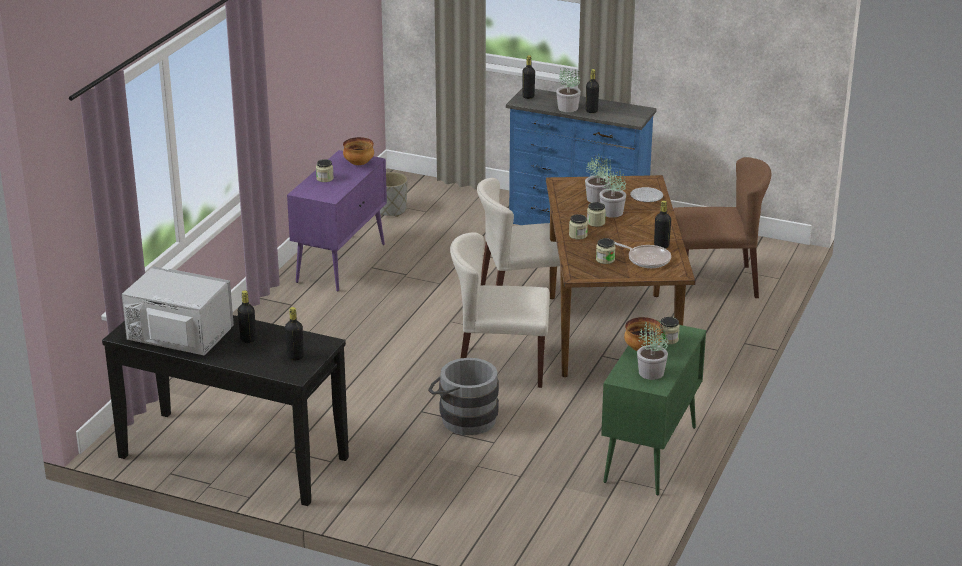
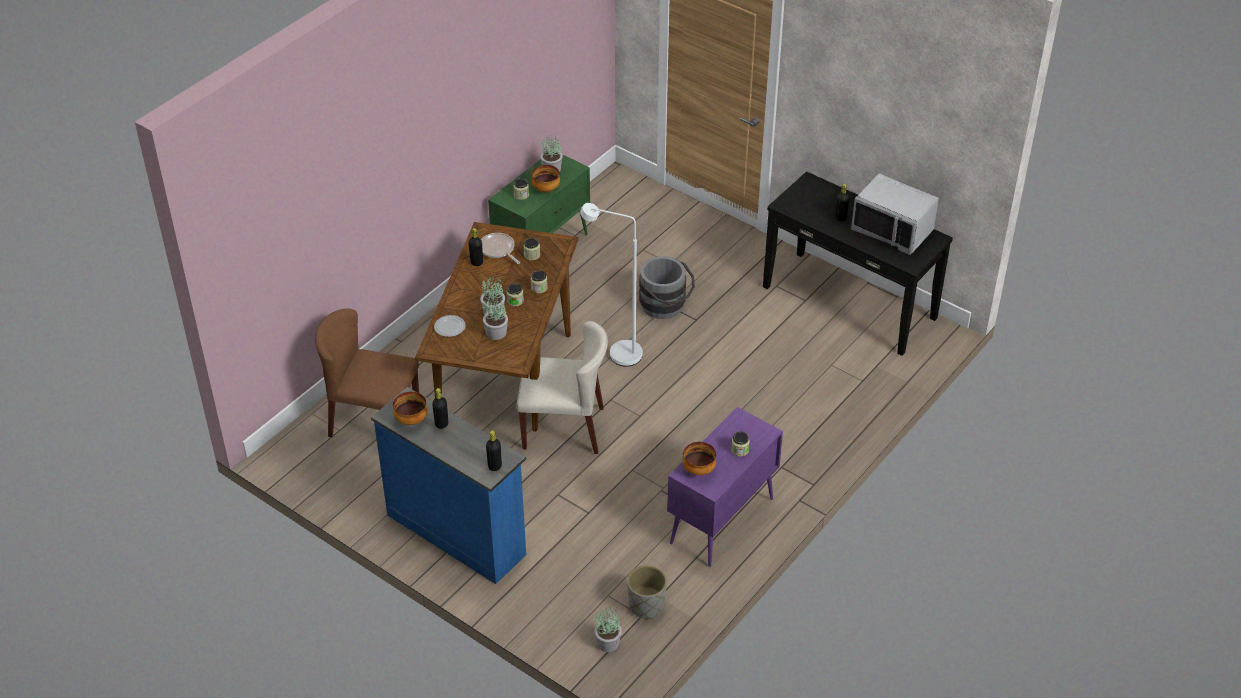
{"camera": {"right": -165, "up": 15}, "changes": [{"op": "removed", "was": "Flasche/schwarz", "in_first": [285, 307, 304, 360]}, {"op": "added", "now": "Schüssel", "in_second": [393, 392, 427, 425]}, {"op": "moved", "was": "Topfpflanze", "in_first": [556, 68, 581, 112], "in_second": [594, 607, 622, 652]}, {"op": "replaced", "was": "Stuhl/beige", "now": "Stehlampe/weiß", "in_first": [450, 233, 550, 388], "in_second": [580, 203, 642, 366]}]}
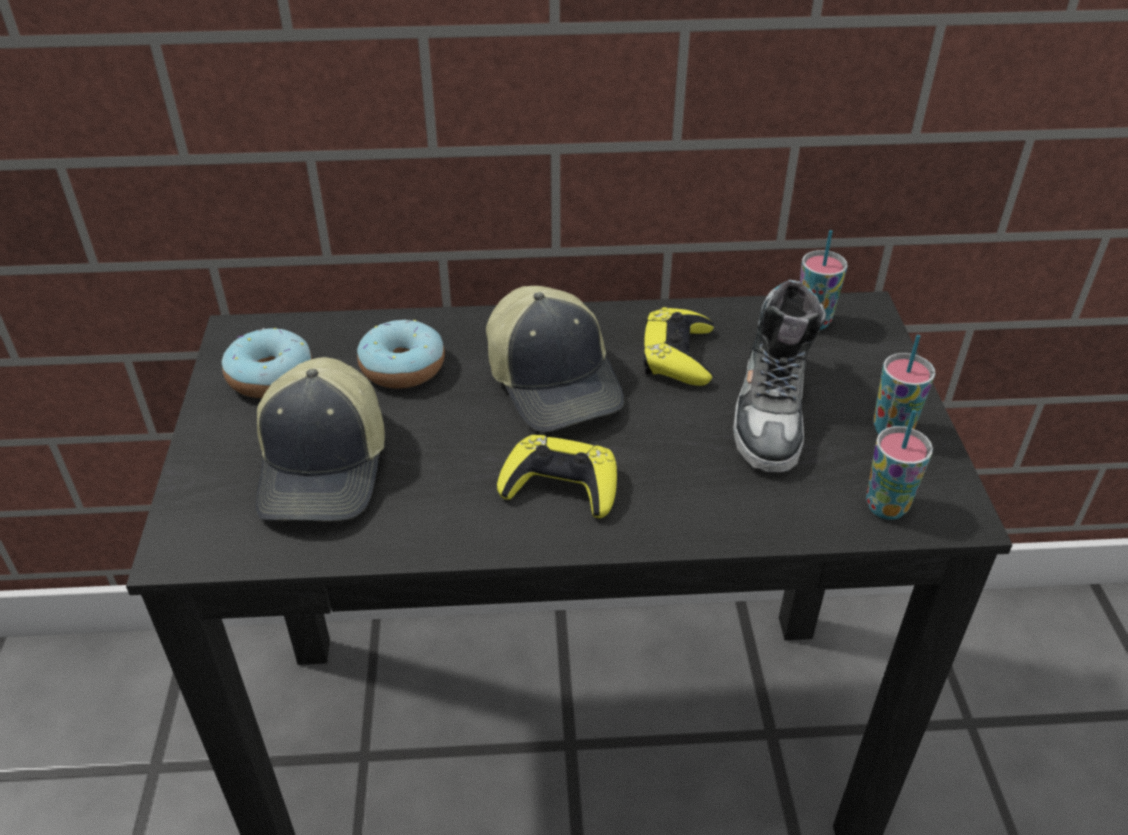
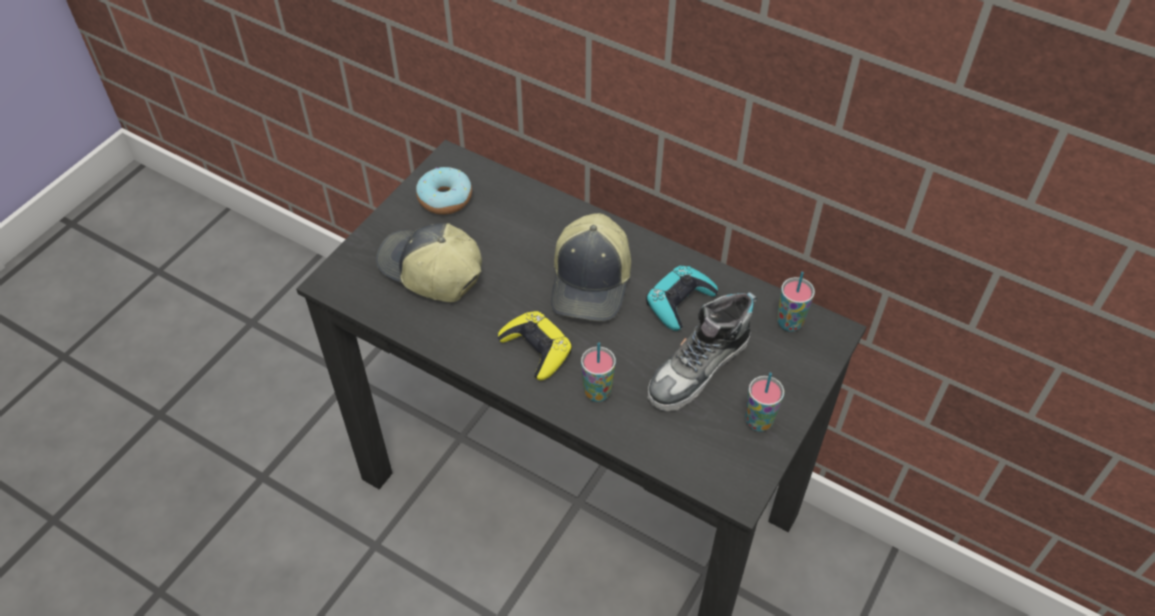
{"camera": {"right": 35, "up": 10}, "changes": [{"op": "removed", "was": "Donut", "in_first": [357, 320, 445, 389]}, {"op": "moved", "was": "Tasse", "in_first": [866, 410, 933, 520], "in_second": [581, 343, 616, 402]}, {"op": "recoloured", "was": "Gamepad/gelb", "now": "Gamepad/türkis", "in_first": [643, 307, 714, 386], "in_second": [646, 266, 718, 331]}, {"op": "turned", "was": "Kappe", "in_first": [255, 357, 385, 522], "in_second": [376, 223, 482, 302], "clockwise": 90}]}
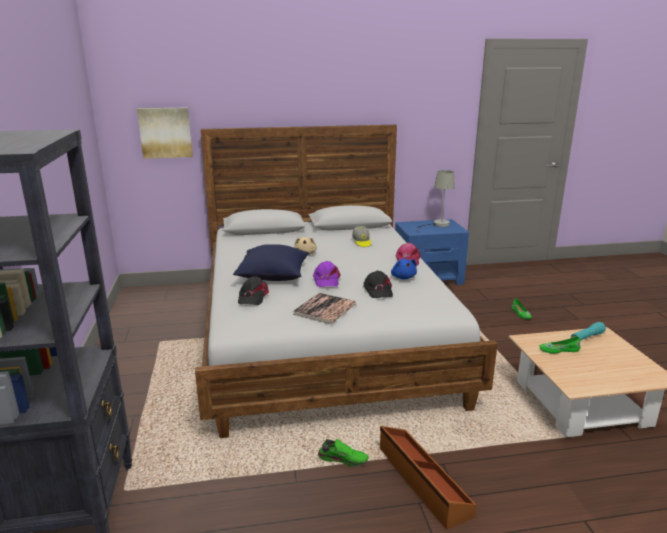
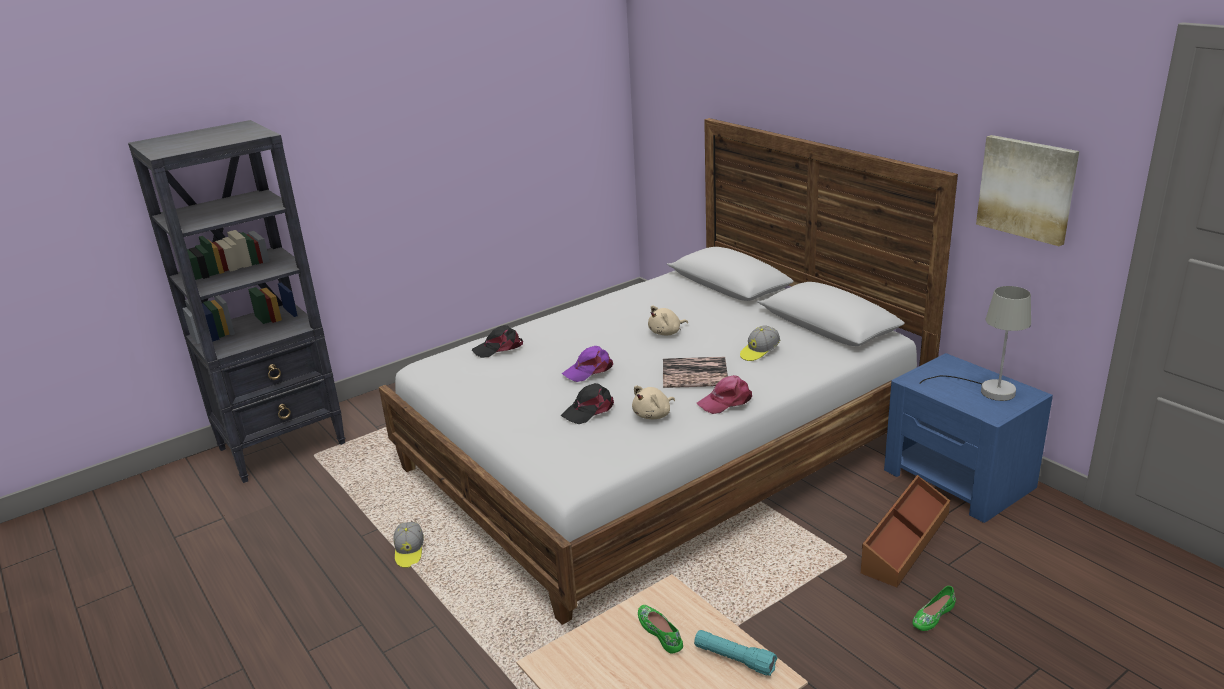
{"camera": {"right": 65, "up": 5}, "changes": [{"op": "removed", "was": "Kissen/blau", "in_first": [233, 244, 309, 281]}, {"op": "moved", "was": "Bild", "in_first": [137, 107, 193, 159], "in_second": [976, 135, 1079, 246]}, {"op": "moved", "was": "Buch", "in_first": [293, 293, 356, 324], "in_second": [663, 357, 728, 388]}, {"op": "moved", "was": "Aufbewahrungsbox/braun", "in_first": [380, 426, 476, 530], "in_second": [861, 475, 950, 587]}, {"op": "replaced", "was": "Schuh/grün", "now": "Kappe", "in_first": [318, 439, 369, 467], "in_second": [394, 522, 424, 568]}, {"op": "recoloured", "was": "Plüschtier/blau", "now": "Plüschtier/beige", "in_first": [391, 259, 417, 279], "in_second": [632, 386, 675, 419]}]}
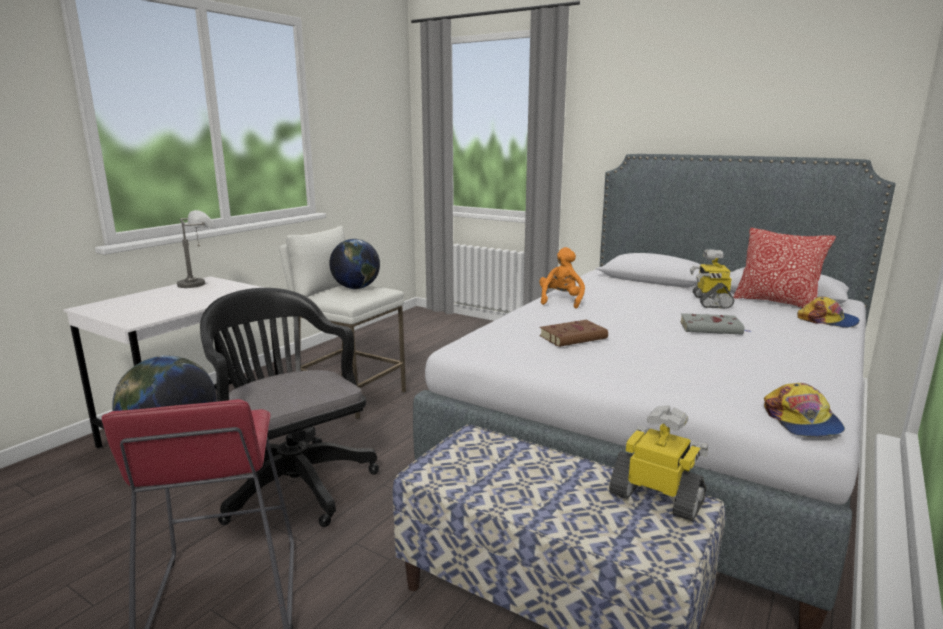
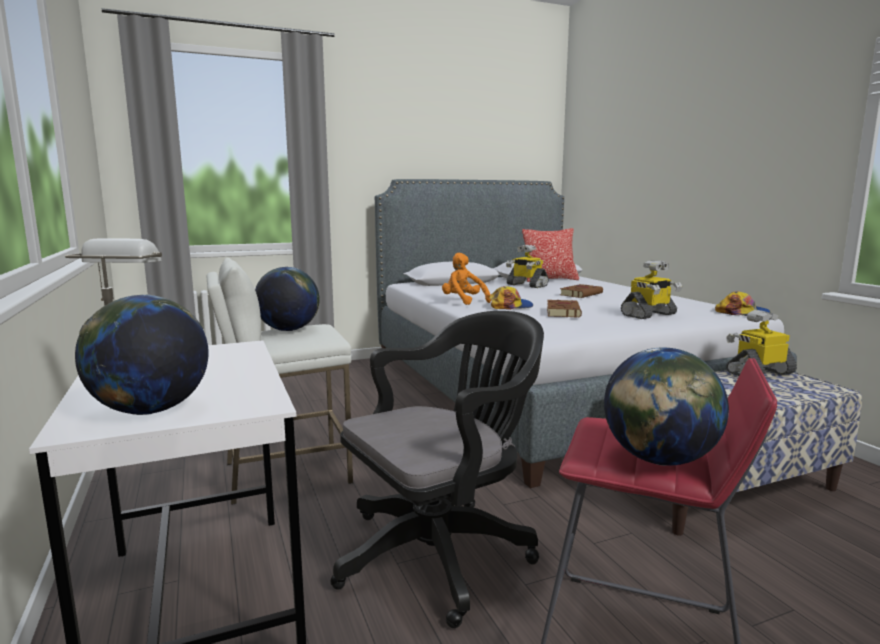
{"camera": {"right": -55, "up": -5}, "changes": [{"op": "added", "now": "Globus", "in_second": [75, 294, 209, 415]}, {"op": "added", "now": "Spielzeugroboter", "in_second": [621, 260, 683, 319]}, {"op": "moved", "was": "Kappe", "in_first": [797, 297, 860, 328], "in_second": [489, 286, 533, 310]}, {"op": "recoloured", "was": "Buch/grau", "now": "Buch/braun", "in_first": [680, 313, 751, 335], "in_second": [560, 284, 603, 298]}, {"op": "turned", "was": "Bürostuhl/schwarz", "in_first": [200, 288, 379, 527], "in_second": [331, 311, 544, 628], "clockwise": 150}]}
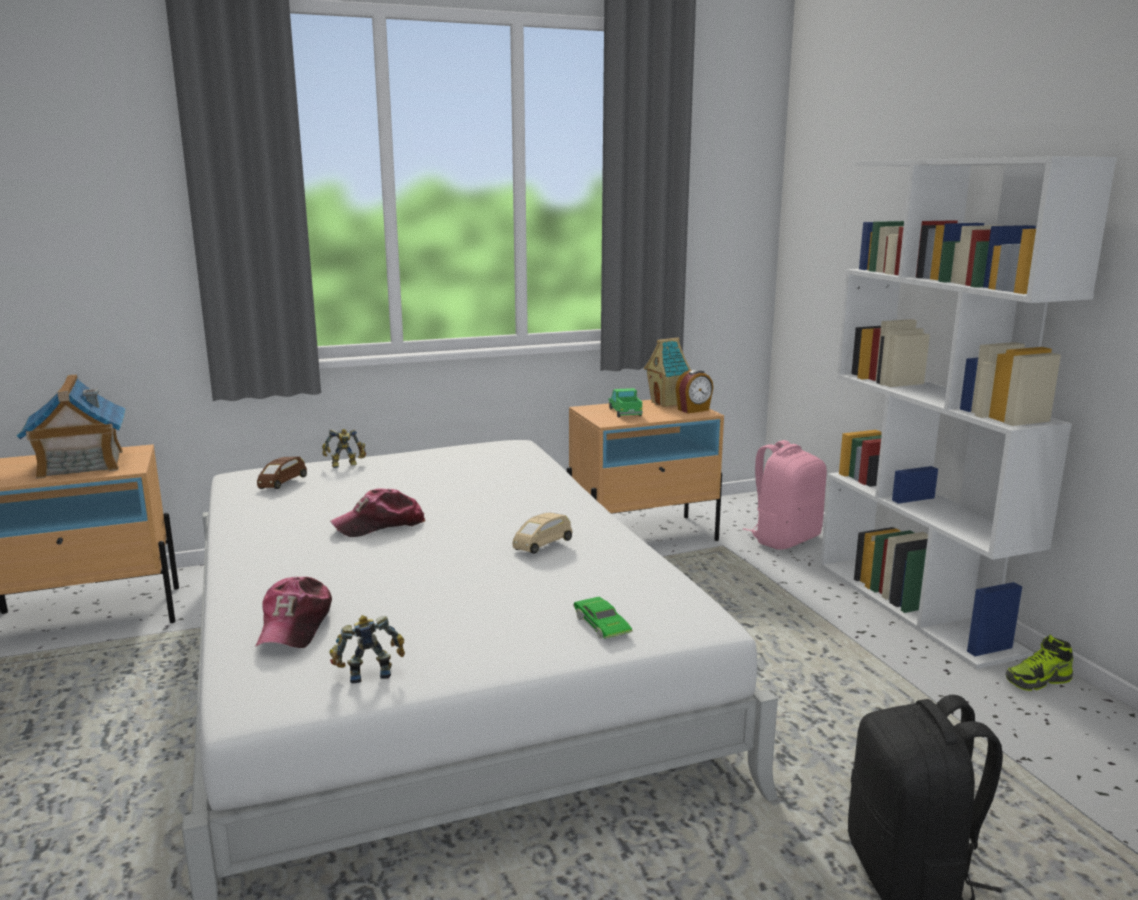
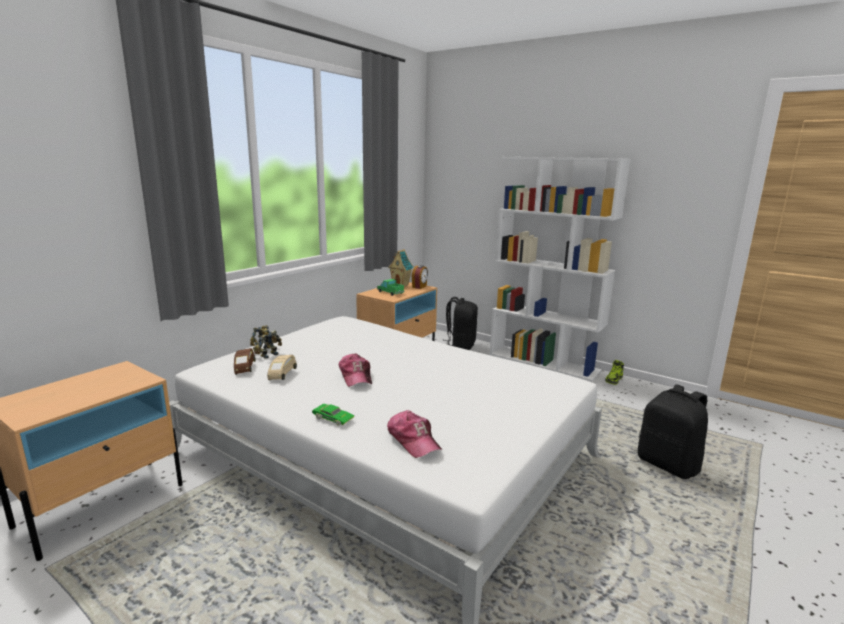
{"camera": {"right": -35, "up": 0}, "changes": [{"op": "removed", "was": "Spielzeughaus", "in_first": [16, 375, 126, 479]}, {"op": "moved", "was": "Spielzeugroboter", "in_first": [329, 615, 405, 683], "in_second": [253, 330, 282, 359]}, {"op": "moved", "was": "Spielzeugauto/beige", "in_first": [513, 512, 573, 554], "in_second": [267, 355, 297, 380]}, {"op": "moved", "was": "Spielzeugauto/grün", "in_first": [573, 597, 633, 639], "in_second": [312, 404, 355, 426]}, {"op": "recoloured", "was": "Rucksack/rosa", "now": "Rucksack/schwarz", "in_first": [743, 440, 827, 550], "in_second": [444, 297, 478, 350]}, {"op": "turned", "was": "Kappe", "in_first": [330, 488, 425, 537], "in_second": [339, 353, 372, 387], "clockwise": -45}]}
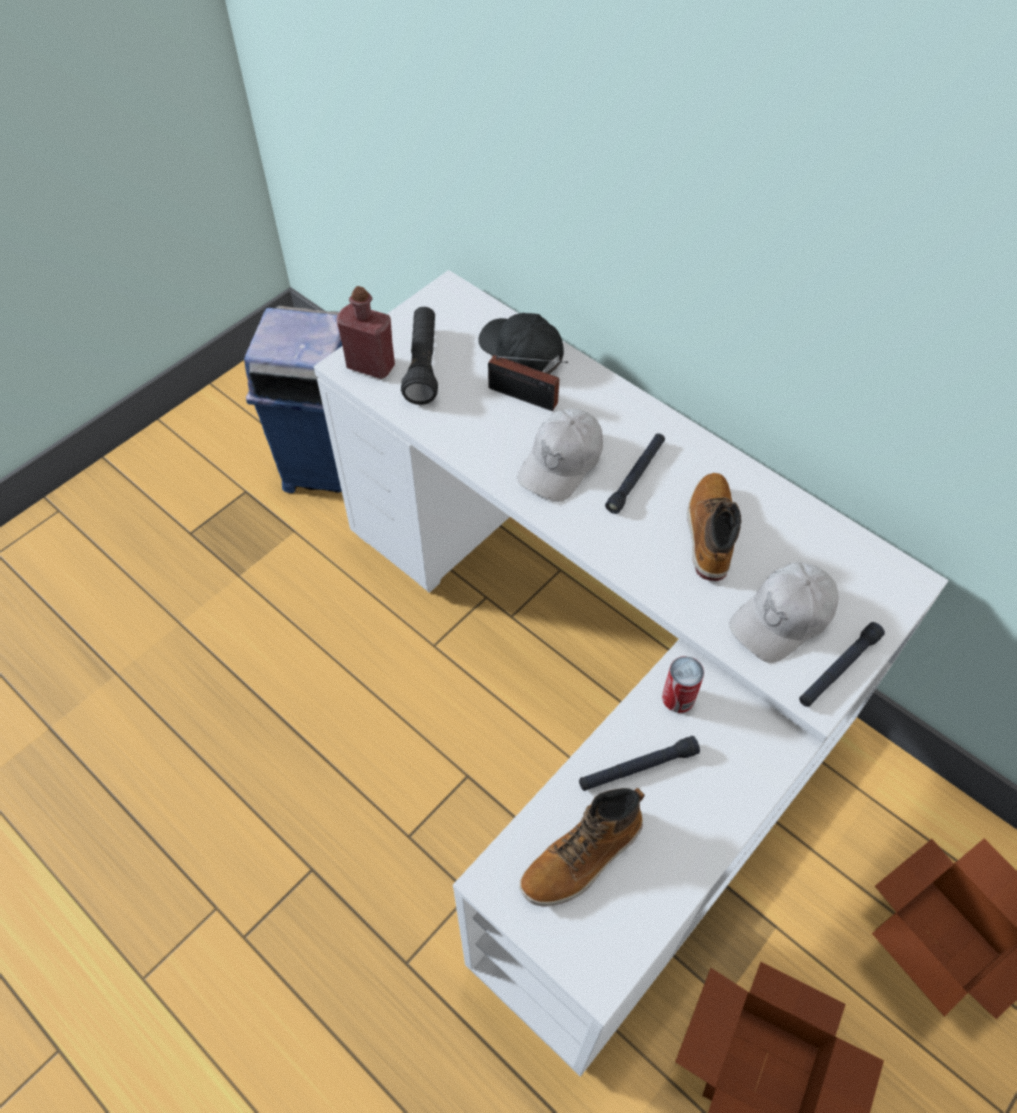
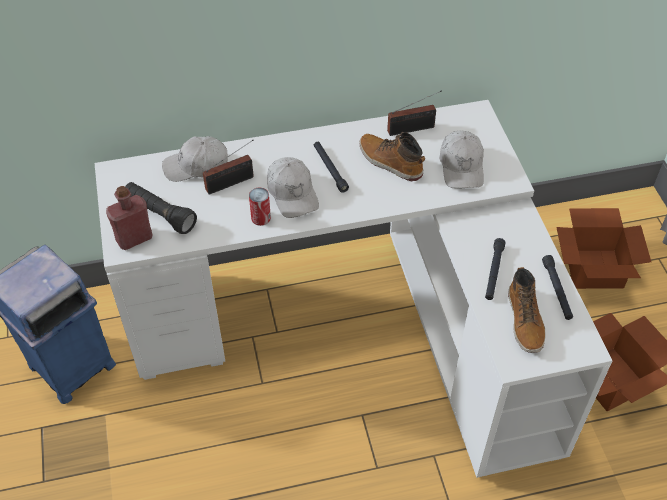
{"camera": {"right": -55, "up": -5}, "changes": [{"op": "added", "now": "Radio", "in_second": [387, 91, 442, 136]}, {"op": "moved", "was": "Dose", "in_first": [662, 656, 704, 713], "in_second": [249, 187, 271, 226]}, {"op": "moved", "was": "Taschenlampe/schwarz", "in_first": [799, 622, 885, 707], "in_second": [542, 255, 573, 320]}, {"op": "recoloured", "was": "Kappe/schwarz", "now": "Kappe/weiß", "in_first": [478, 313, 564, 374], "in_second": [162, 136, 228, 182]}]}
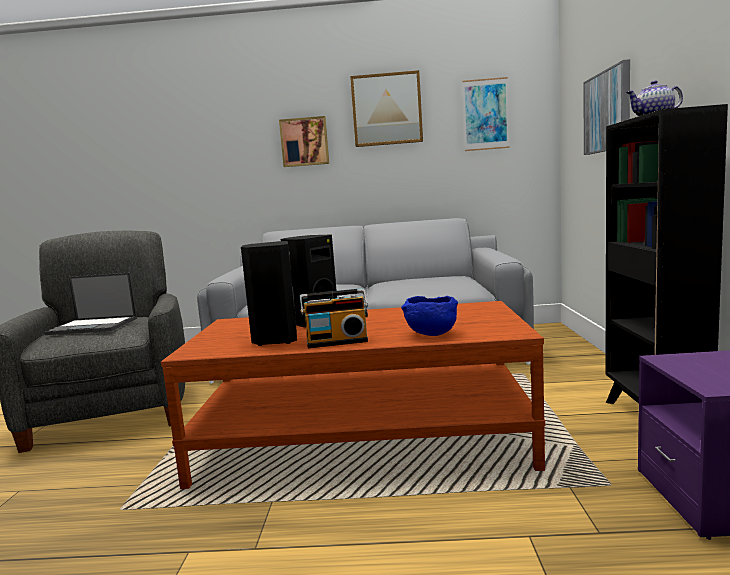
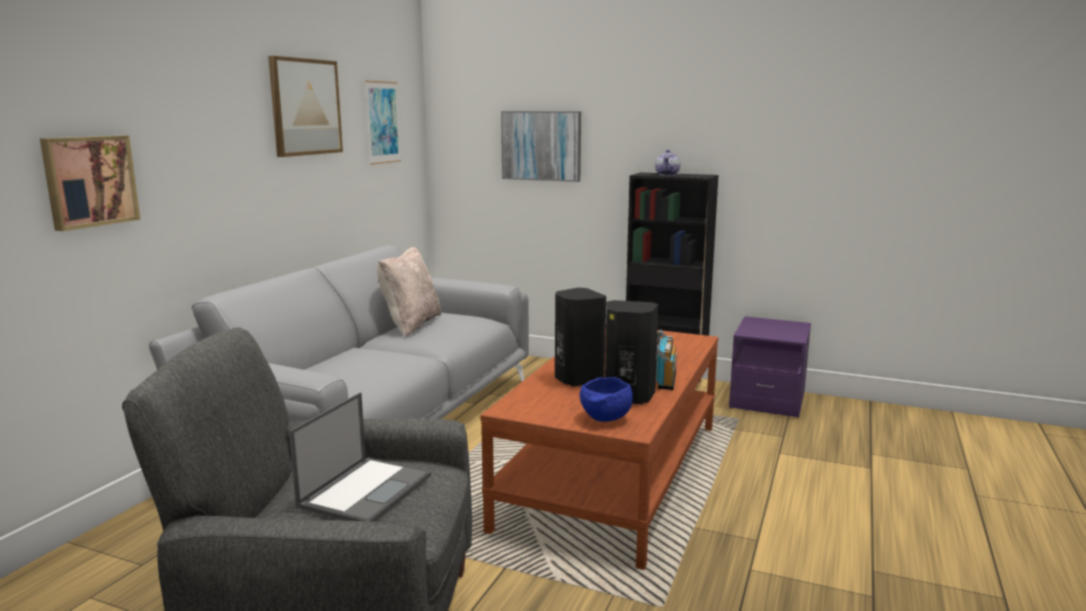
{"camera": {"right": -70, "up": 5}, "changes": [{"op": "added", "now": "Kissen/beige", "in_second": [377, 247, 442, 337]}, {"op": "moved", "was": "Bild", "in_first": [279, 116, 329, 167], "in_second": [40, 136, 140, 231]}, {"op": "moved", "was": "Schüssel/blau", "in_first": [401, 296, 458, 336], "in_second": [580, 377, 633, 422]}]}
